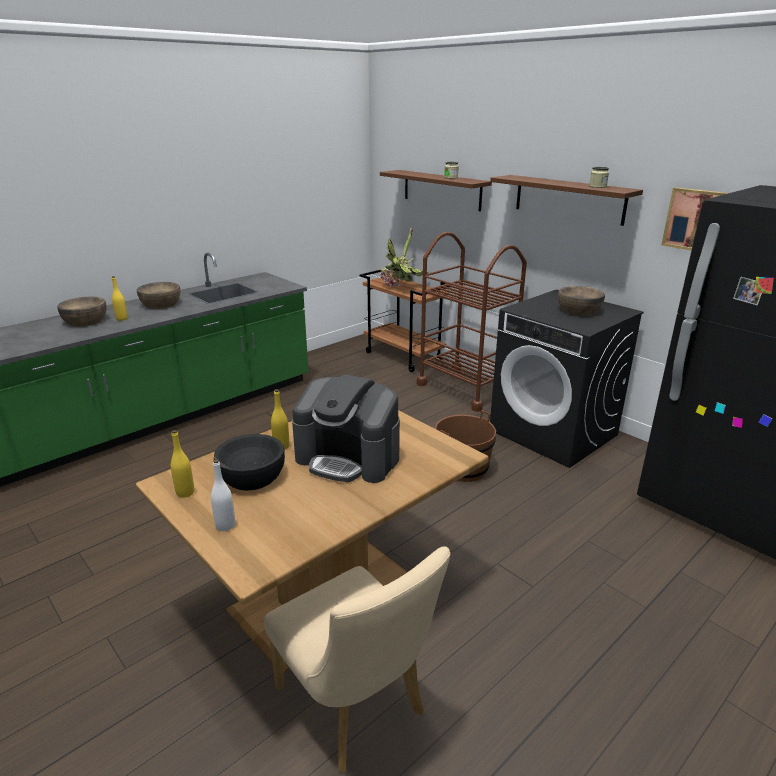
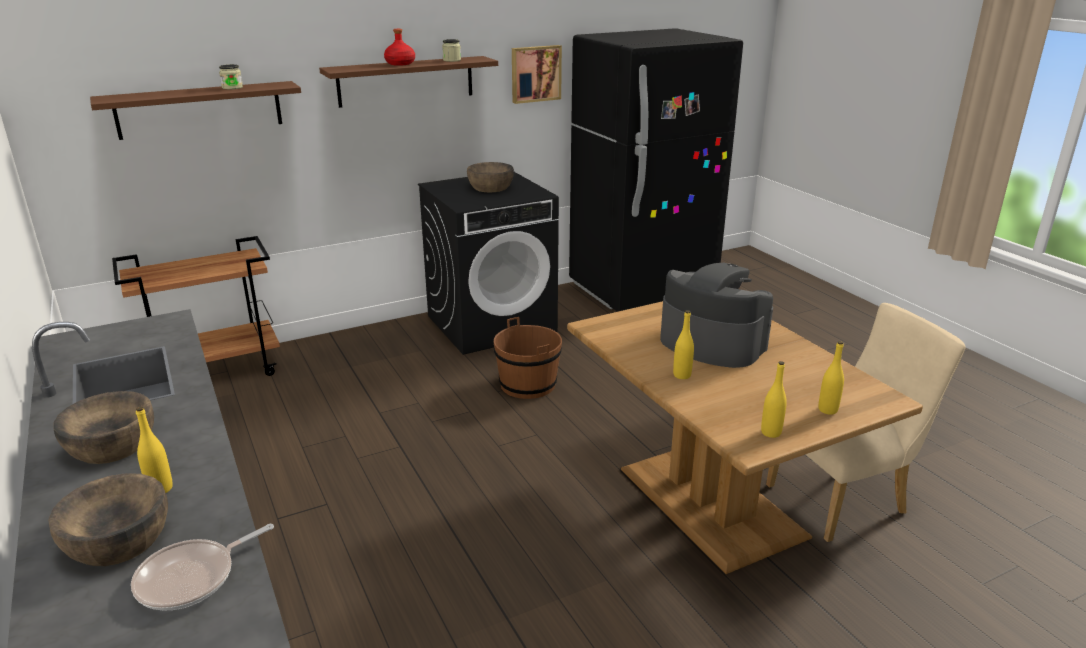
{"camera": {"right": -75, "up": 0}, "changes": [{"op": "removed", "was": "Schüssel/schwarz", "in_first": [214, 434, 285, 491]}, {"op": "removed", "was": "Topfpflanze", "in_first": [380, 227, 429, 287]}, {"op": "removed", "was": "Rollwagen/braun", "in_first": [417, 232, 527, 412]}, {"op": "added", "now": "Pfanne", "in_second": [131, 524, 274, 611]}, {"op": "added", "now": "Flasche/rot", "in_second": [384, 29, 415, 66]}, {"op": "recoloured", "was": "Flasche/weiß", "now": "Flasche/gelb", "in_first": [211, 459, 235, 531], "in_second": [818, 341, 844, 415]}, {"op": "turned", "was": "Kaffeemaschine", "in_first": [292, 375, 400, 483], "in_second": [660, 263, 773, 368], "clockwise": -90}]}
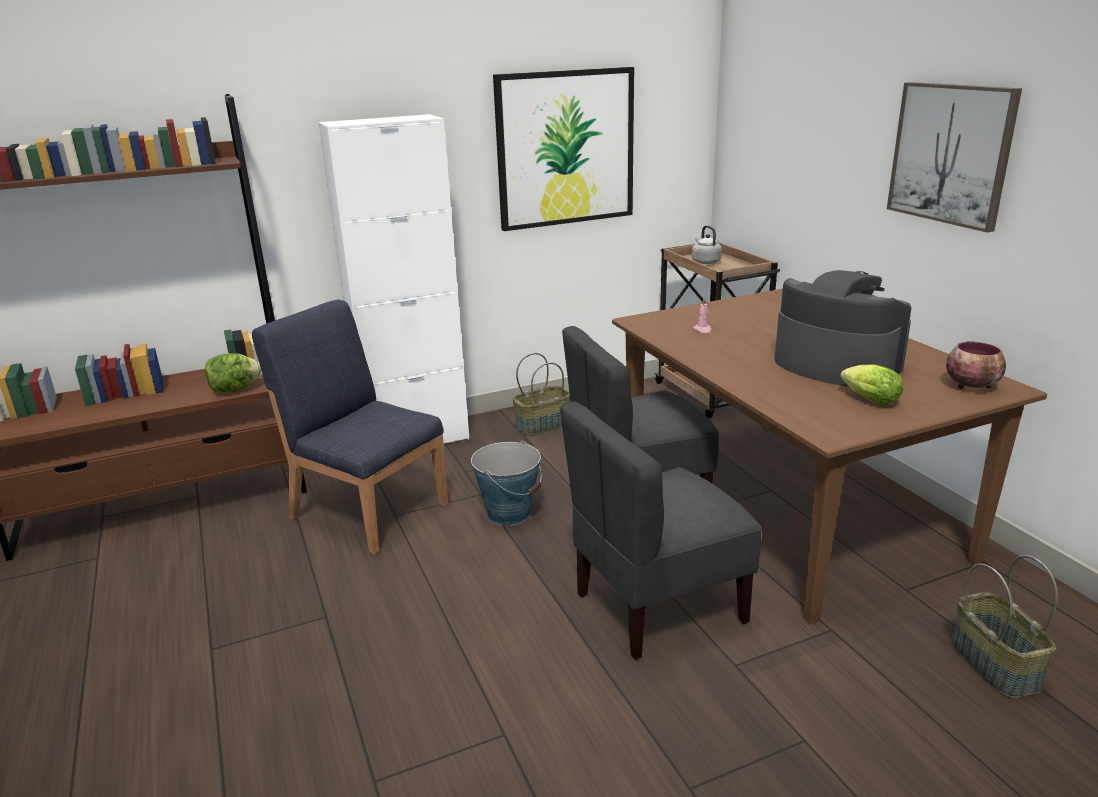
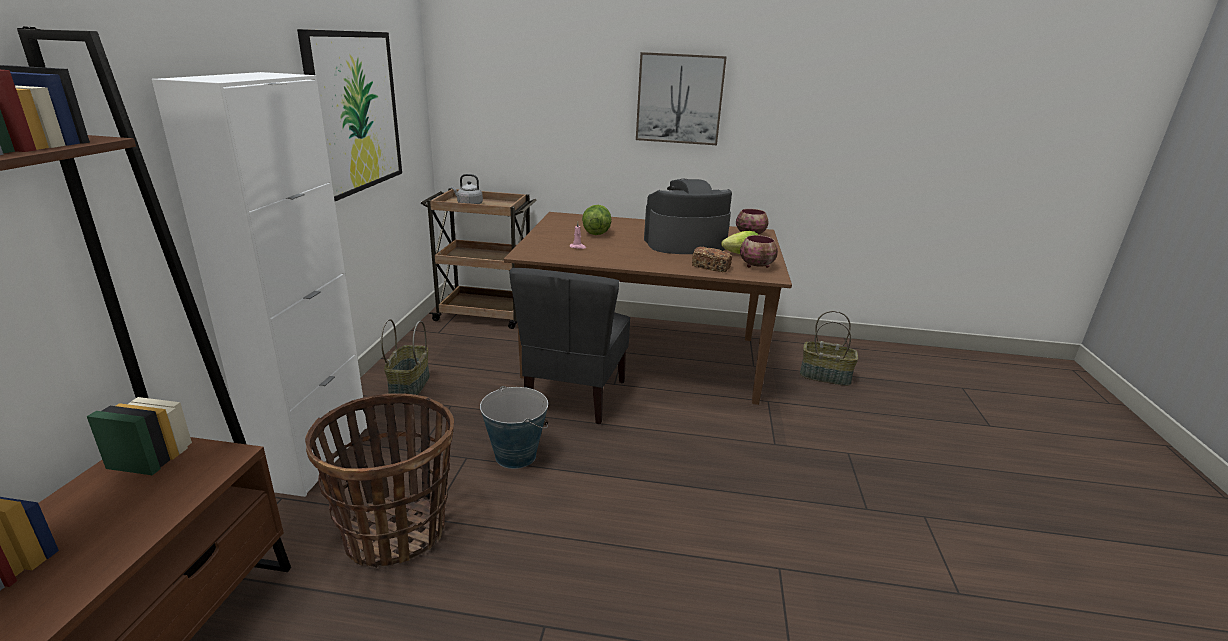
{"camera": {"right": -60, "up": 0}, "changes": [{"op": "removed", "was": "Stuhl/grau", "in_first": [560, 401, 762, 660]}, {"op": "added", "now": "Brot", "in_second": [692, 247, 732, 272]}, {"op": "added", "now": "Schüssel", "in_second": [740, 235, 778, 268]}, {"op": "moved", "was": "Salatkopf", "in_first": [205, 353, 261, 393], "in_second": [582, 205, 611, 235]}, {"op": "replaced", "was": "Stuhl/blau", "now": "Korb", "in_first": [252, 299, 448, 555], "in_second": [305, 393, 454, 568]}]}
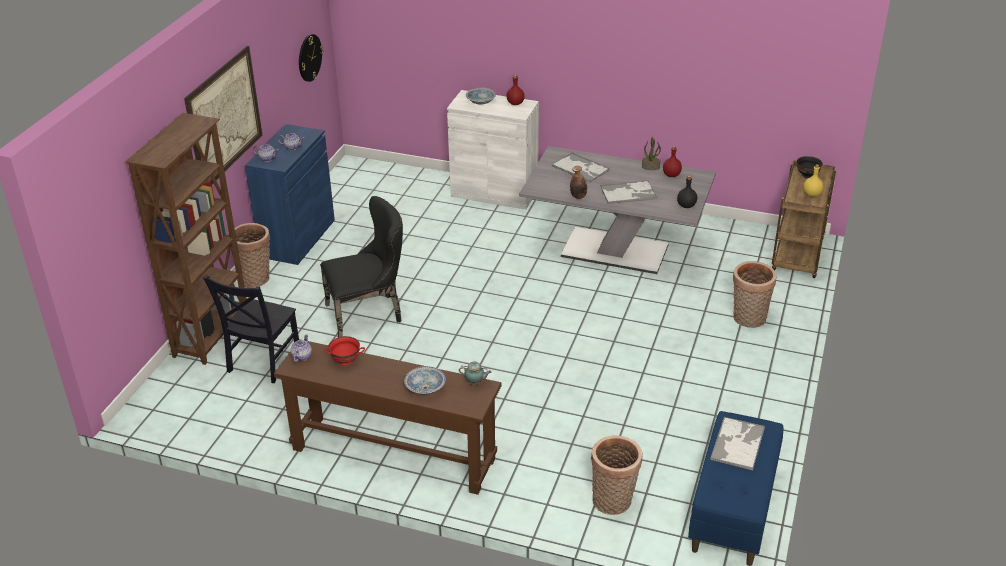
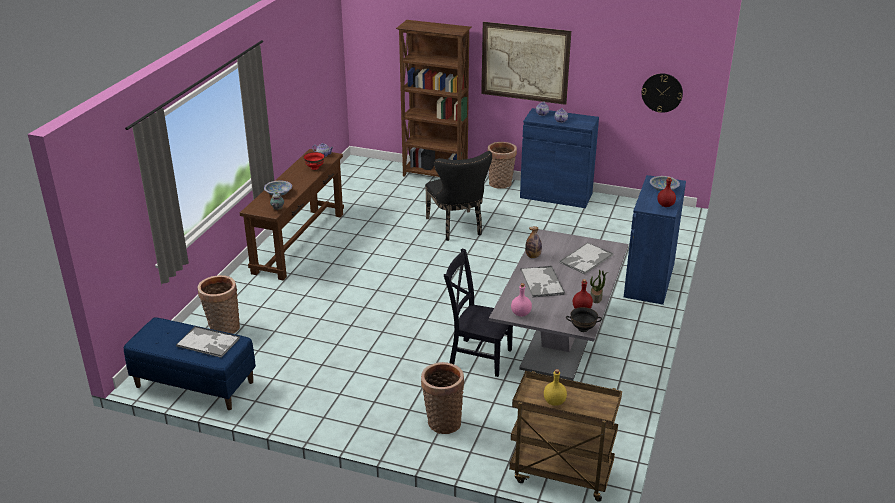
{"camera": {"right": 90, "up": -5}, "changes": [{"op": "moved", "was": "Stuhl/schwarz", "in_first": [203, 275, 299, 383], "in_second": [444, 248, 513, 377]}, {"op": "moved", "was": "Schüssel/schwarz", "in_first": [797, 156, 823, 178], "in_second": [566, 307, 602, 332]}, {"op": "recoloured", "was": "Schrank/weiß", "now": "Schrank/blau", "in_first": [447, 90, 539, 209], "in_second": [624, 175, 686, 305]}, {"op": "recoloured", "was": "Flasche/schwarz", "now": "Flasche/rosa", "in_first": [677, 176, 697, 208], "in_second": [511, 283, 532, 317]}]}
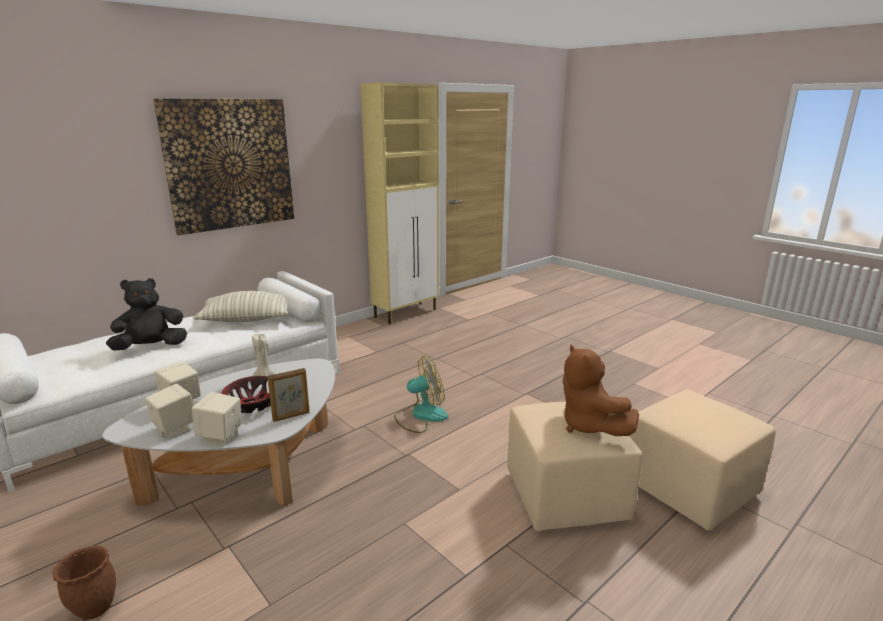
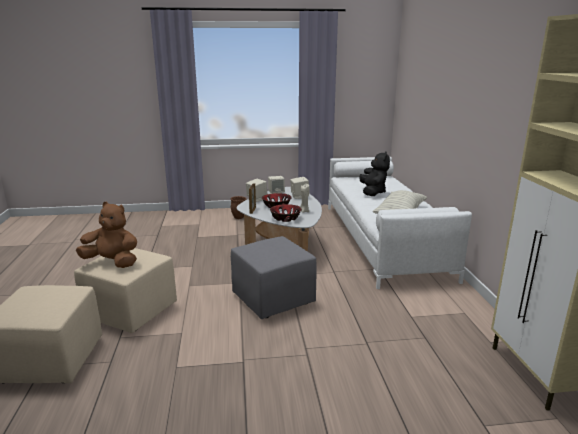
{"camera": {"right": 125, "up": 0}, "changes": [{"op": "removed", "was": "Bild", "in_first": [153, 98, 294, 235]}, {"op": "added", "now": "Schüssel", "in_second": [270, 204, 302, 222]}, {"op": "replaced", "was": "Ventilator", "now": "Polsterhocker/grau", "in_first": [394, 356, 448, 433], "in_second": [231, 236, 317, 319]}]}
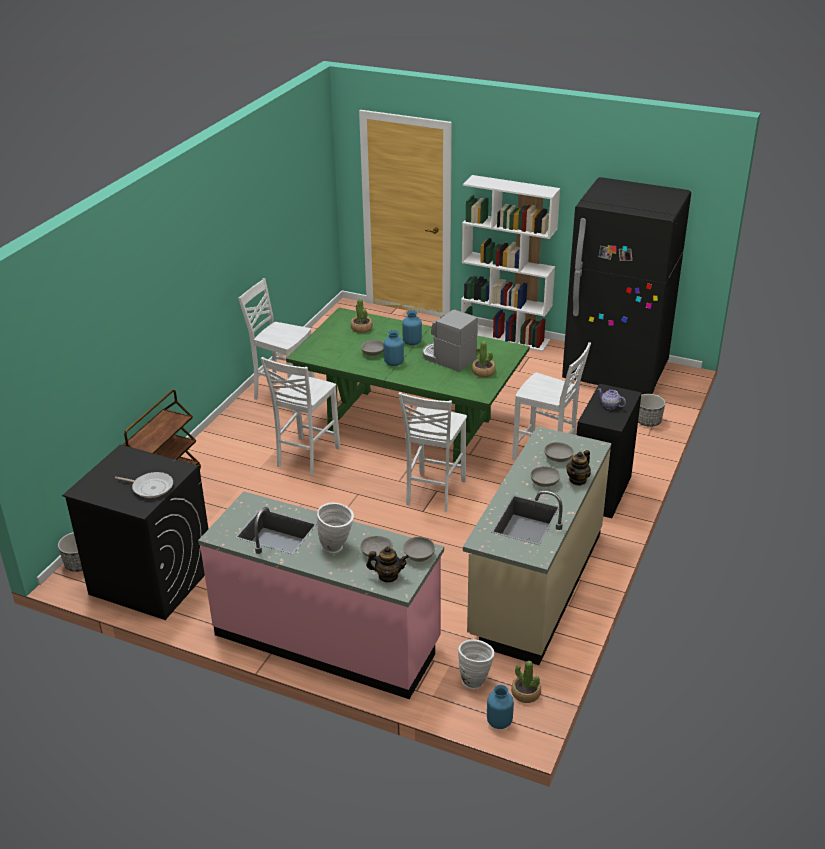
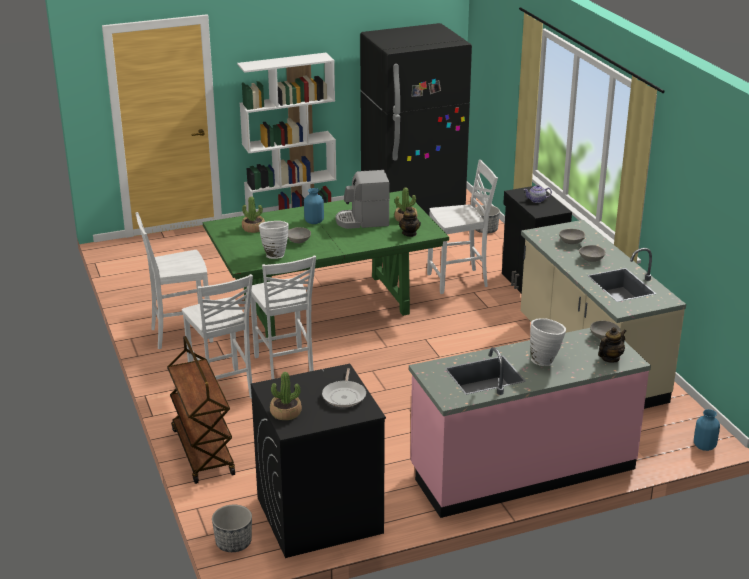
{"camera": {"right": -45, "up": -5}, "changes": [{"op": "removed", "was": "Schüssel/grau", "in_first": [360, 536, 393, 559]}, {"op": "removed", "was": "Vase/blau", "in_first": [384, 330, 404, 366]}, {"op": "moved", "was": "Stuhl/weiß", "in_first": [398, 392, 467, 512], "in_second": [182, 274, 253, 399]}, {"op": "moved", "was": "Vase/weiß", "in_first": [458, 639, 494, 689], "in_second": [259, 221, 289, 259]}, {"op": "moved", "was": "Topfpflanze", "in_first": [511, 661, 541, 703], "in_second": [270, 372, 302, 420]}, {"op": "moved", "was": "Teekanne", "in_first": [567, 450, 591, 486], "in_second": [399, 207, 421, 237]}, {"op": "turned", "was": "Pfanne", "in_first": [115, 472, 173, 498], "in_second": [322, 368, 366, 407], "clockwise": 120}]}
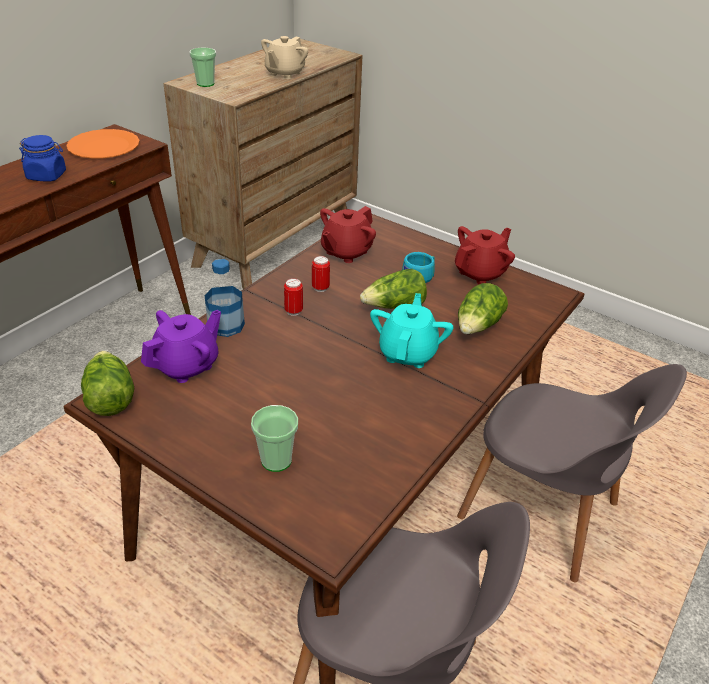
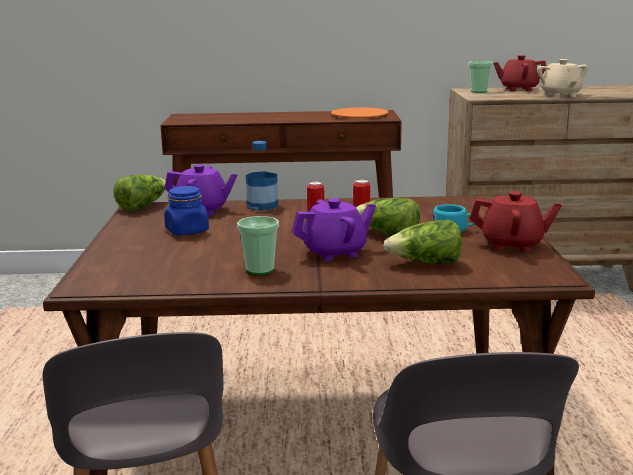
{"camera": {"right": 55, "up": -20}, "changes": [{"op": "moved", "was": "Vorratsglas/blau", "in_first": [19, 135, 66, 181], "in_second": [164, 186, 209, 235]}, {"op": "moved", "was": "Tasse", "in_first": [251, 405, 298, 472], "in_second": [237, 216, 279, 275]}, {"op": "moved", "was": "Teekanne/rot", "in_first": [320, 206, 376, 263], "in_second": [493, 55, 546, 91]}, {"op": "recoloured", "was": "Teekanne/türkis", "now": "Teekanne/lila", "in_first": [370, 293, 454, 368], "in_second": [292, 198, 376, 262]}, {"op": "turned", "was": "Teekanne/beige", "in_first": [261, 36, 308, 79], "in_second": [537, 59, 588, 98], "clockwise": 90}]}
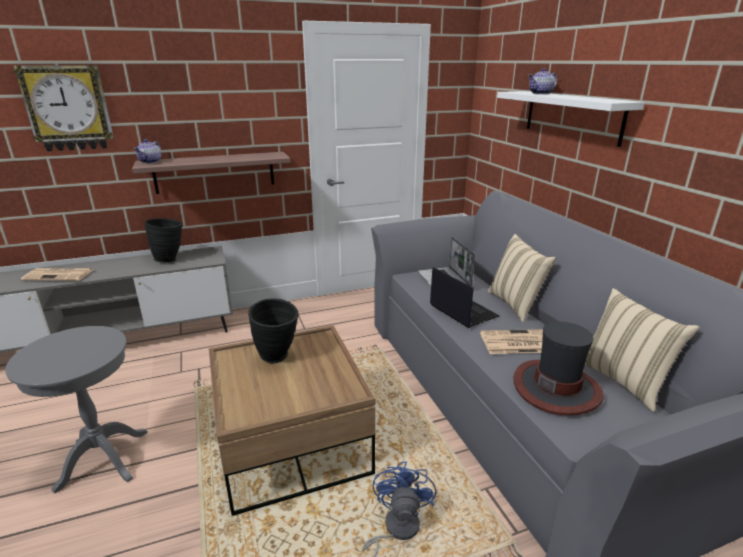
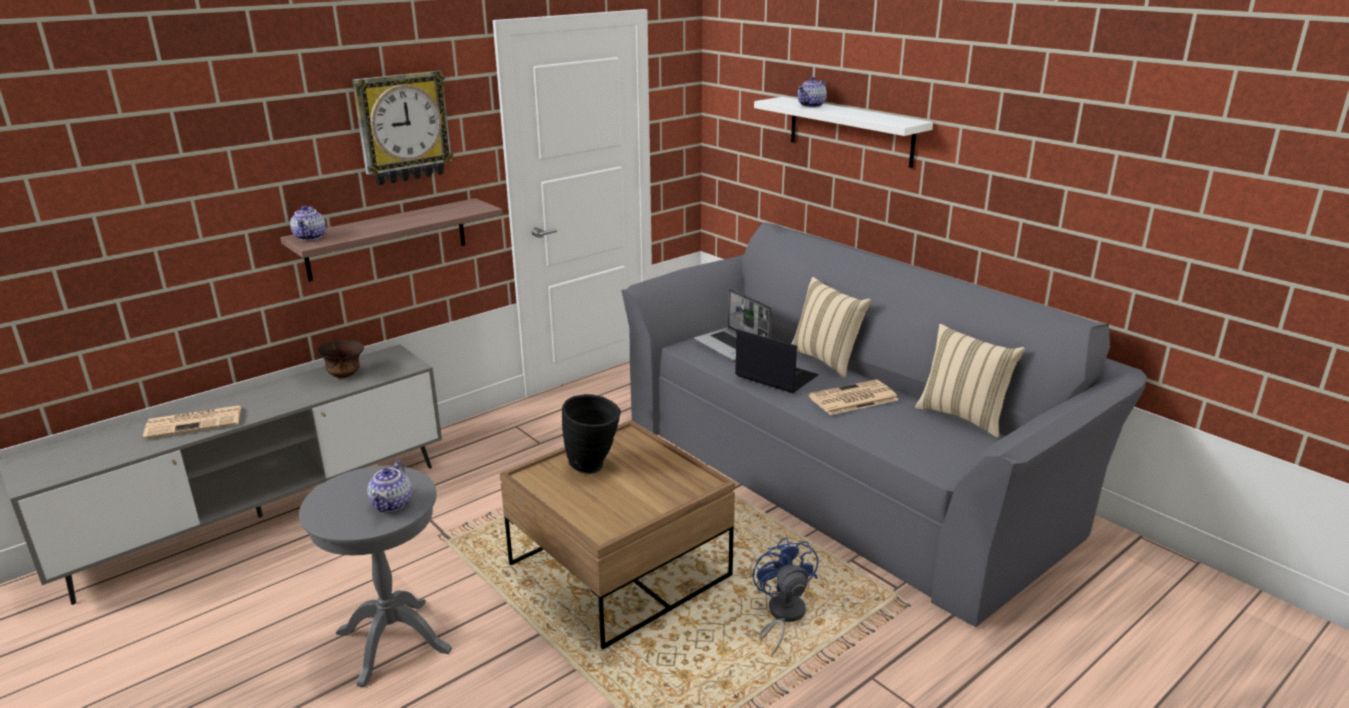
{"camera": {"right": -20, "up": 0}, "changes": [{"op": "removed", "was": "Hut", "in_first": [513, 322, 604, 415]}, {"op": "added", "now": "Teekanne", "in_second": [367, 461, 412, 512]}, {"op": "moved", "was": "Wanduhr", "in_first": [13, 65, 114, 151], "in_second": [352, 70, 453, 185]}, {"op": "replaced", "was": "Vase/schwarz", "now": "Schüssel/braun", "in_first": [145, 218, 182, 263], "in_second": [317, 340, 364, 378]}]}
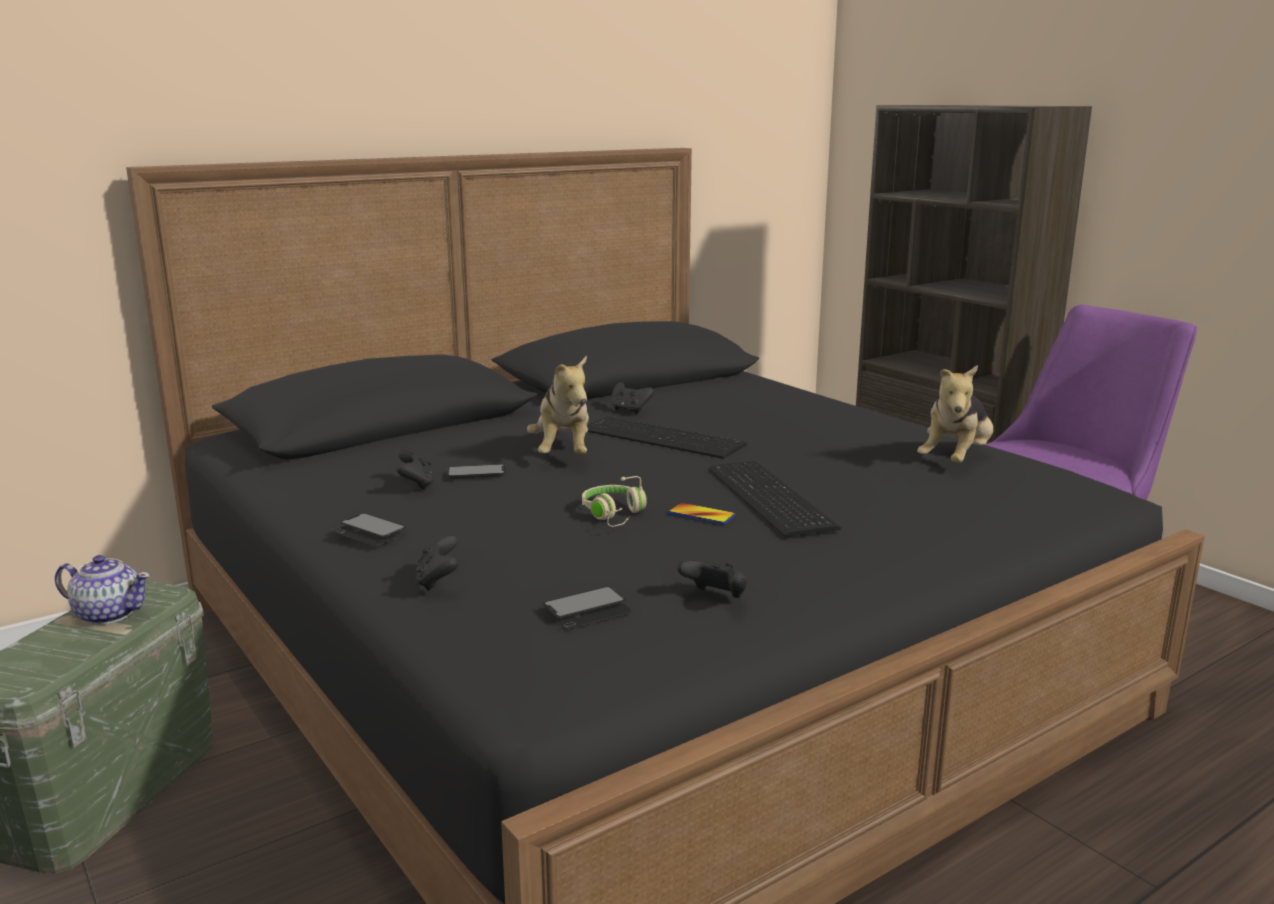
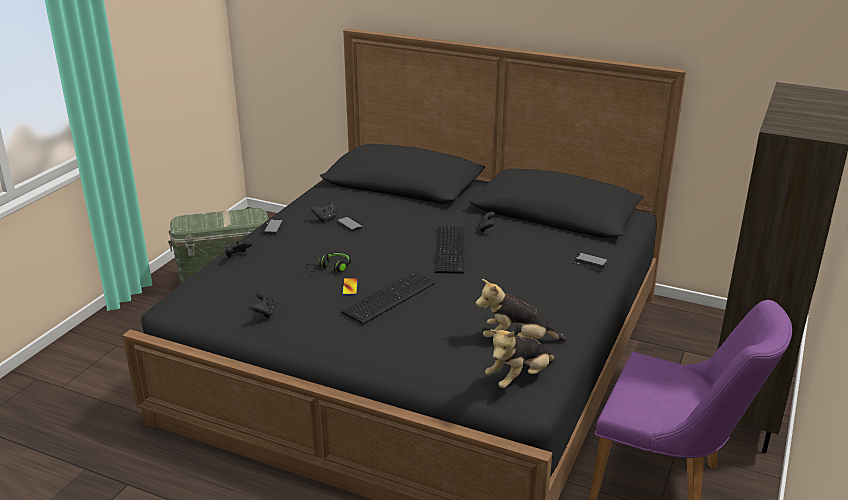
{"camera": {"right": 60, "up": 10}, "changes": [{"op": "removed", "was": "Teekanne", "in_first": [55, 555, 151, 625]}, {"op": "moved", "was": "Plüschtier", "in_first": [527, 355, 589, 454], "in_second": [485, 330, 556, 388]}, {"op": "moved", "was": "Handy", "in_first": [543, 586, 632, 630], "in_second": [573, 252, 608, 270]}, {"op": "recoloured", "was": "Kopfhörer/beige", "now": "Kopfhörer/schwarz", "in_first": [582, 476, 647, 527], "in_second": [306, 252, 351, 272]}]}
